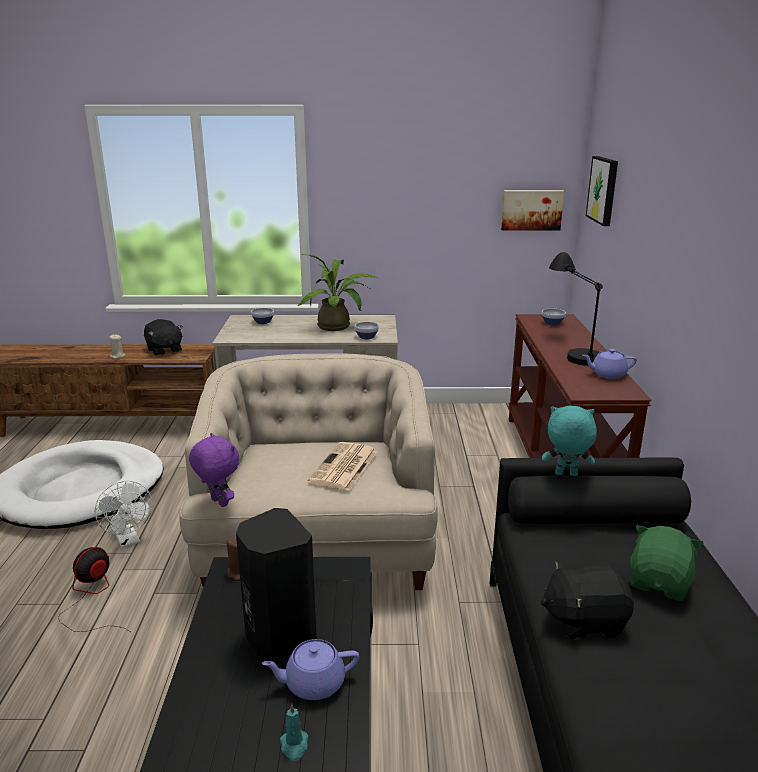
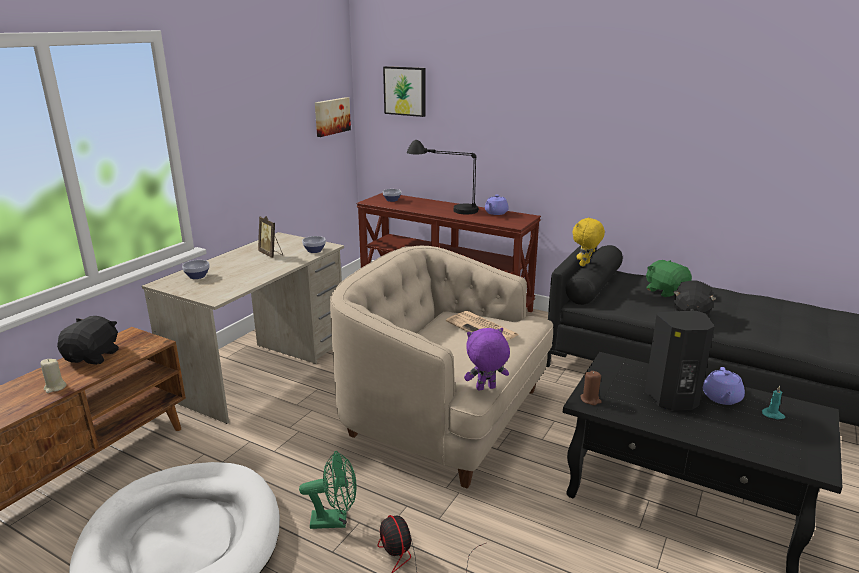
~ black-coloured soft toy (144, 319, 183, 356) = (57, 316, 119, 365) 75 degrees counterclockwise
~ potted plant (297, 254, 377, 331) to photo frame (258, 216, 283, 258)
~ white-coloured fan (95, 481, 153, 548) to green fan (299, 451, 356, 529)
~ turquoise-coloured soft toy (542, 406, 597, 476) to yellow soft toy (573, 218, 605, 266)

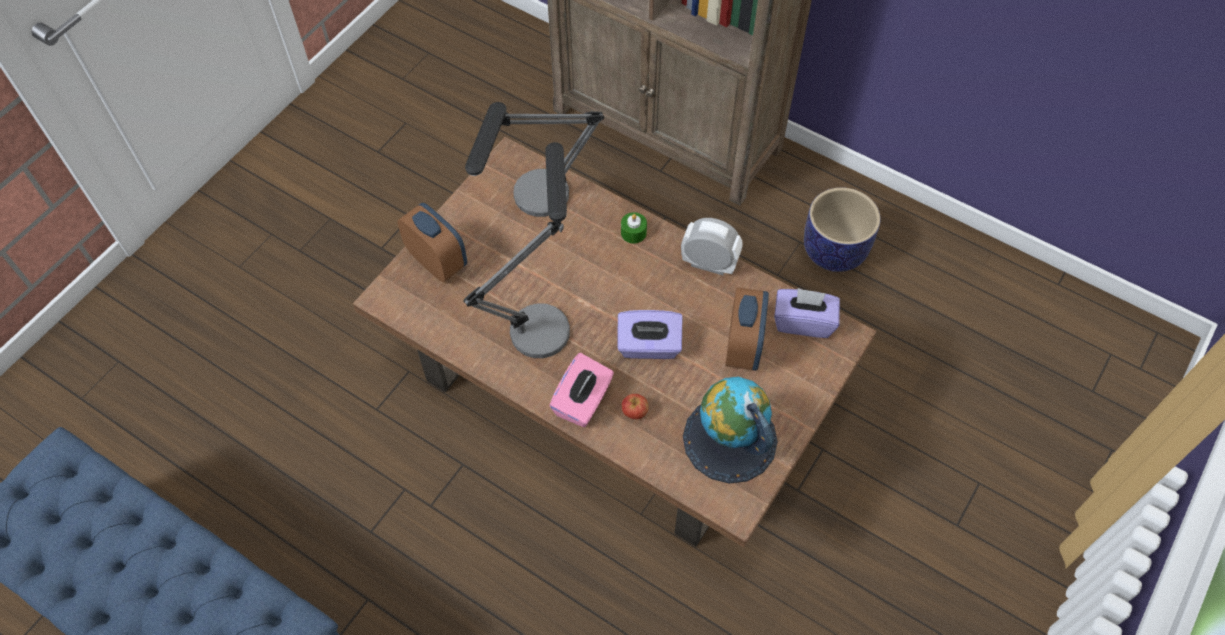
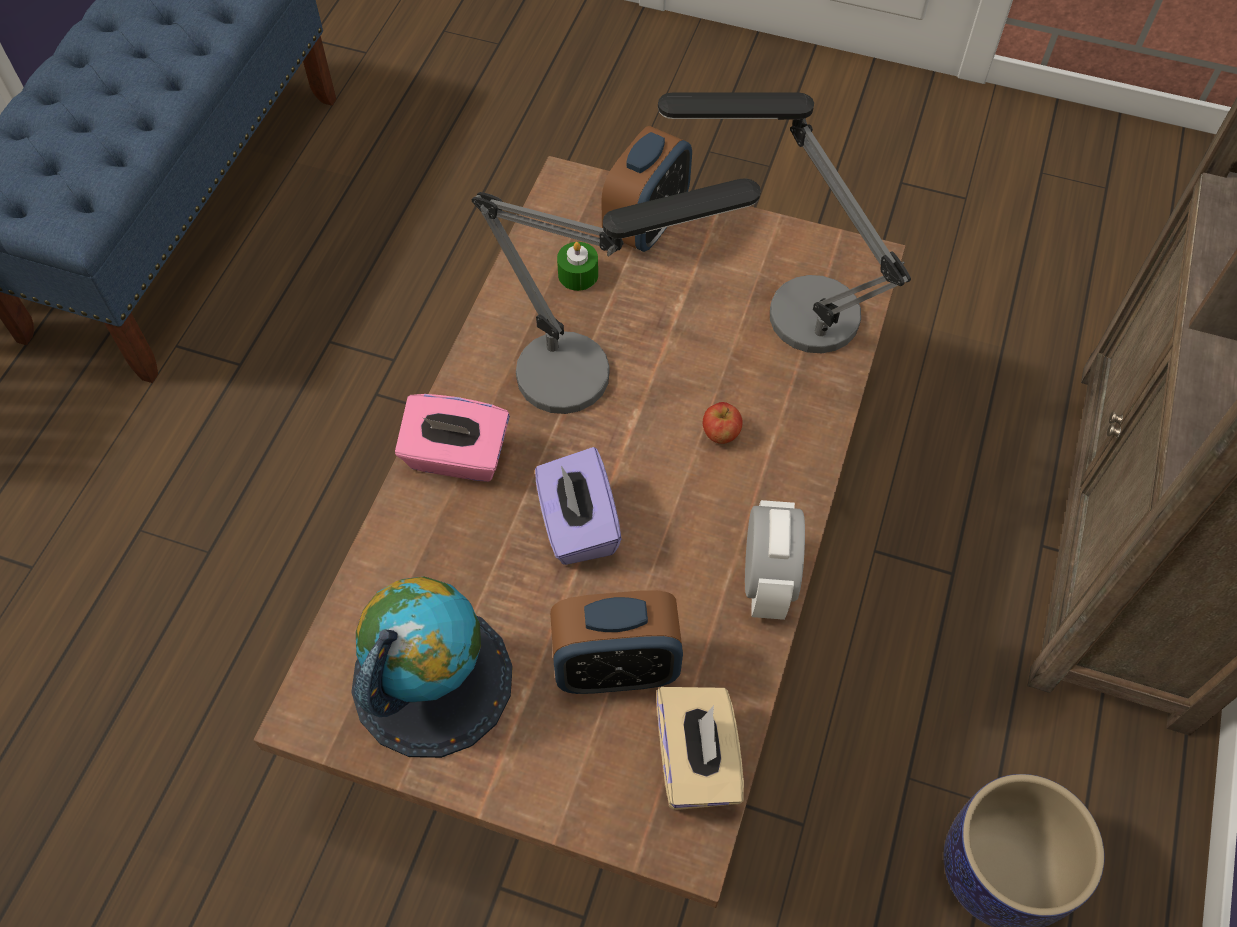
~ green candle (621, 212, 647, 244) to (557, 242, 598, 291)
~ purple-coloured tissue holder (774, 288, 840, 338) to beige tissue holder (656, 687, 744, 810)
~ apple (622, 394, 648, 419) to (703, 402, 743, 444)

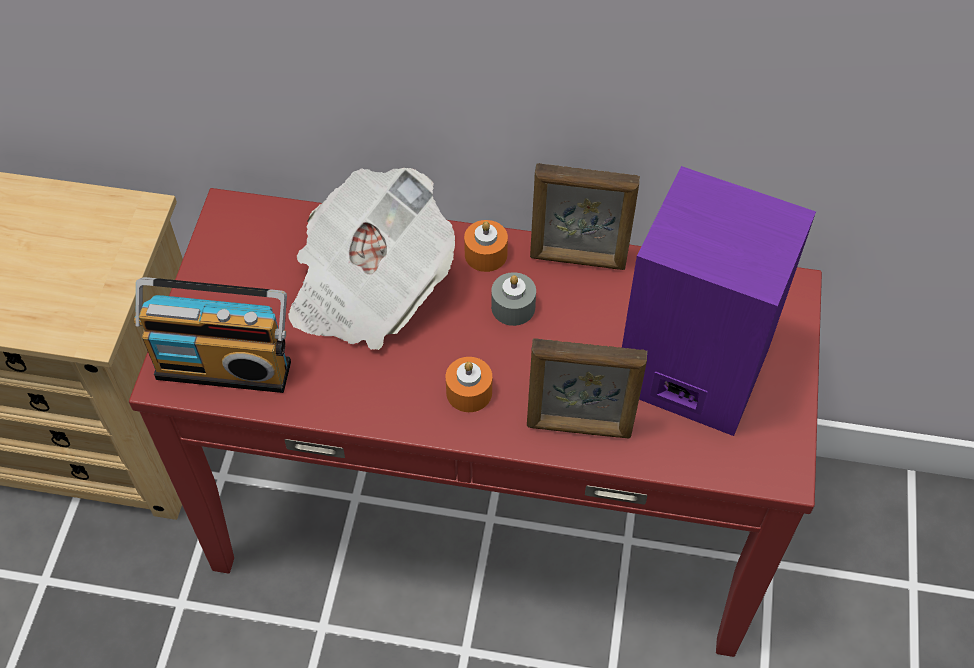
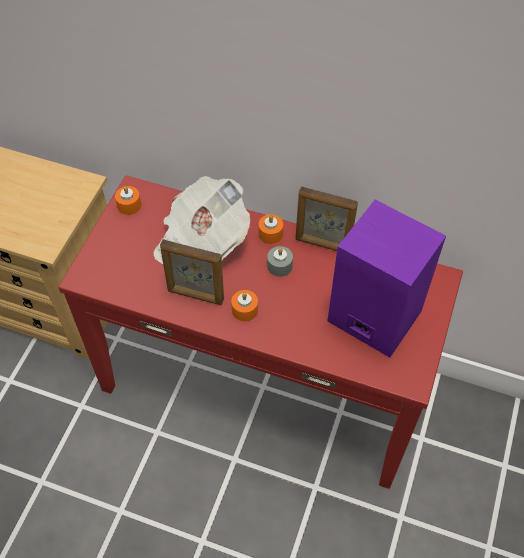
+ orange candle (115, 186, 141, 215)
~ photo frame (527, 338, 647, 438) to (160, 240, 224, 305)
- radio (134, 277, 291, 393)

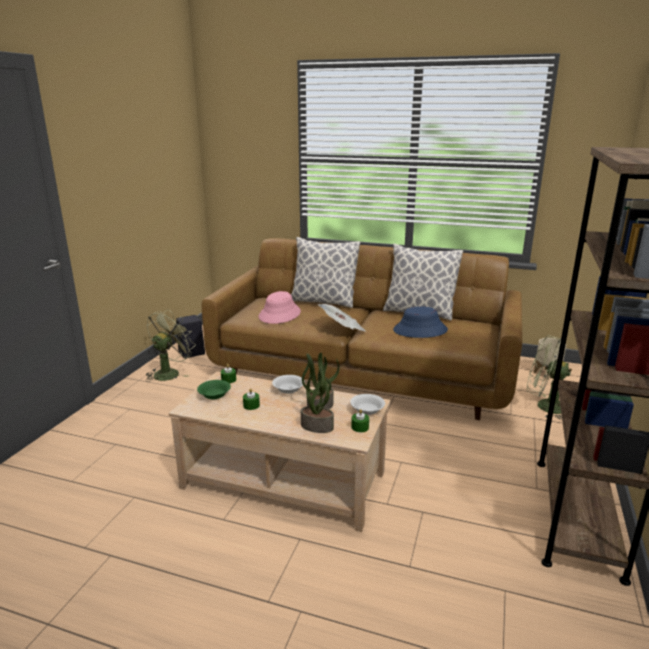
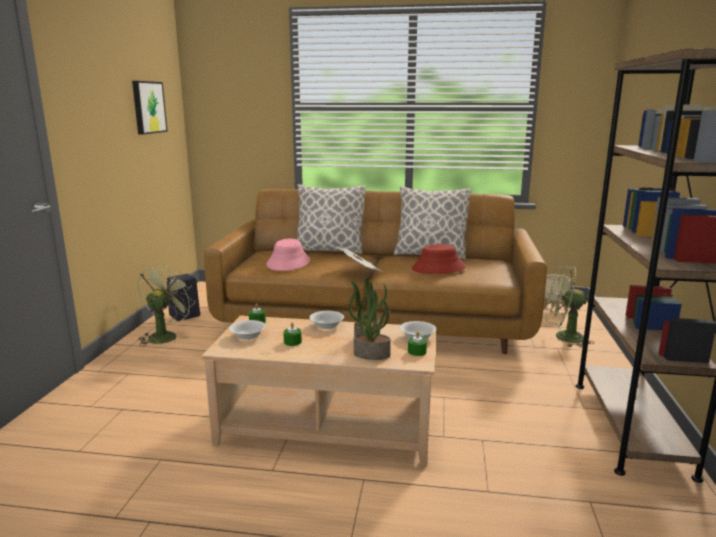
+ picture (132, 81, 168, 135)
~ green serving bowl (197, 380, 231, 399) to white-coloured serving bowl (229, 320, 266, 340)
~ blue clothing hat (393, 306, 448, 338) to reddish clothing hat (412, 244, 466, 274)

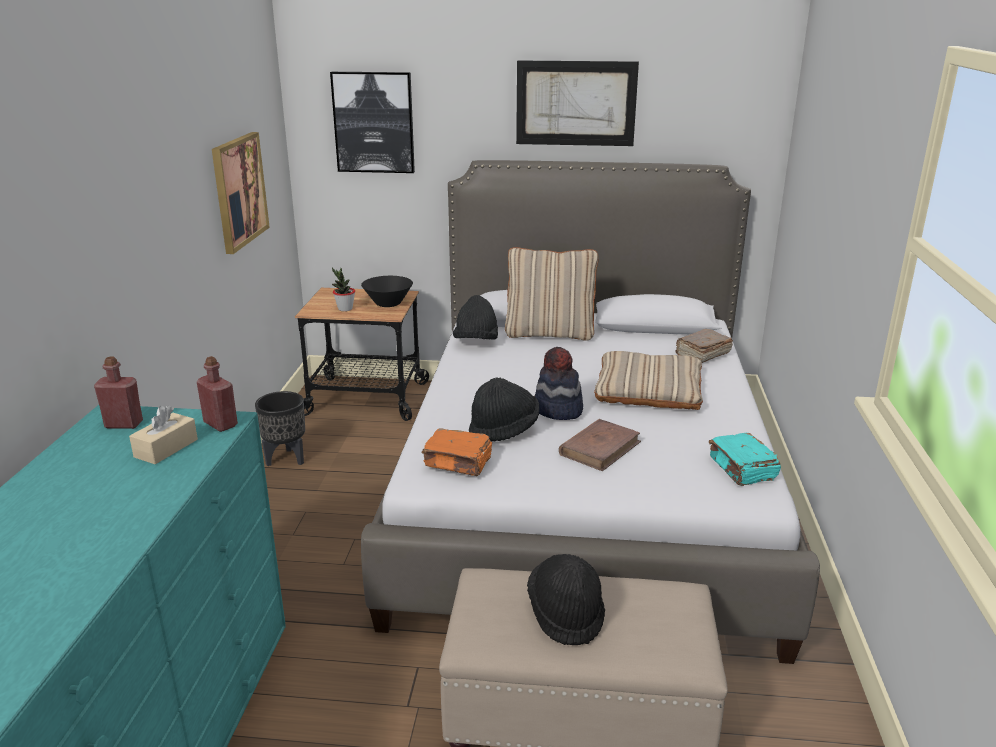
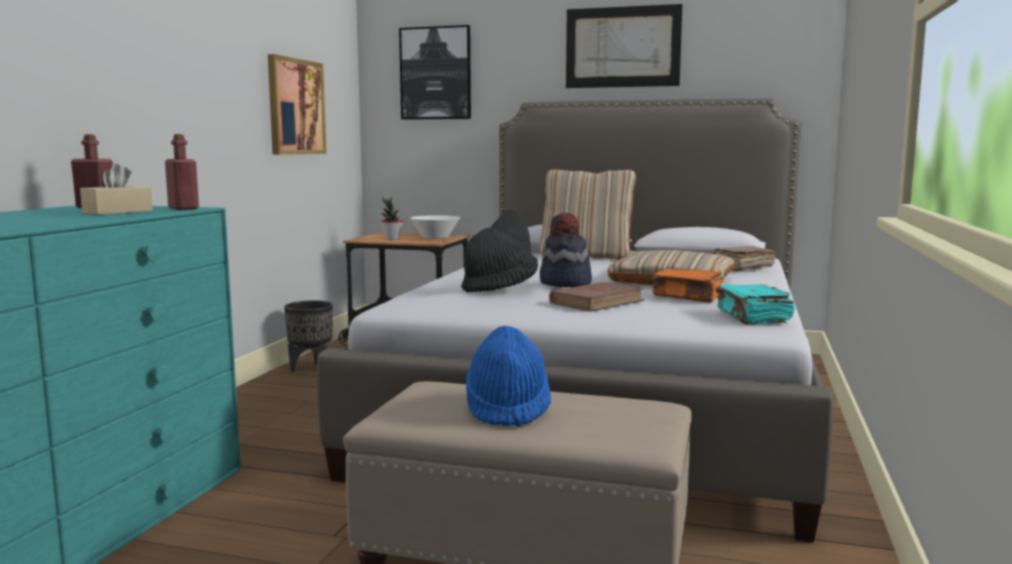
~ black-coloured serving bowl (361, 276, 413, 307) to white-coloured serving bowl (410, 215, 460, 239)
~ black-coloured clothing hat (527, 554, 605, 645) to blue clothing hat (466, 326, 551, 427)
~ orange book (422, 428, 492, 476) to (652, 269, 723, 303)

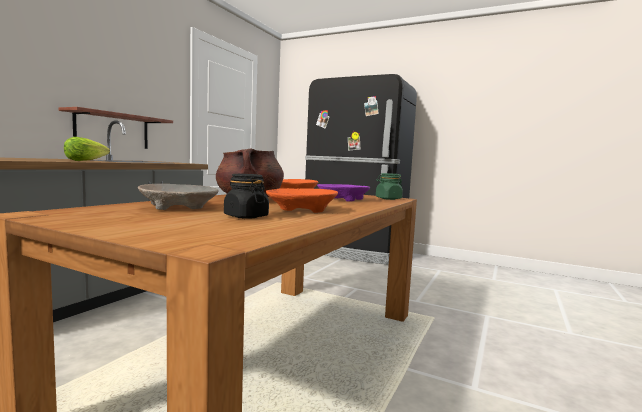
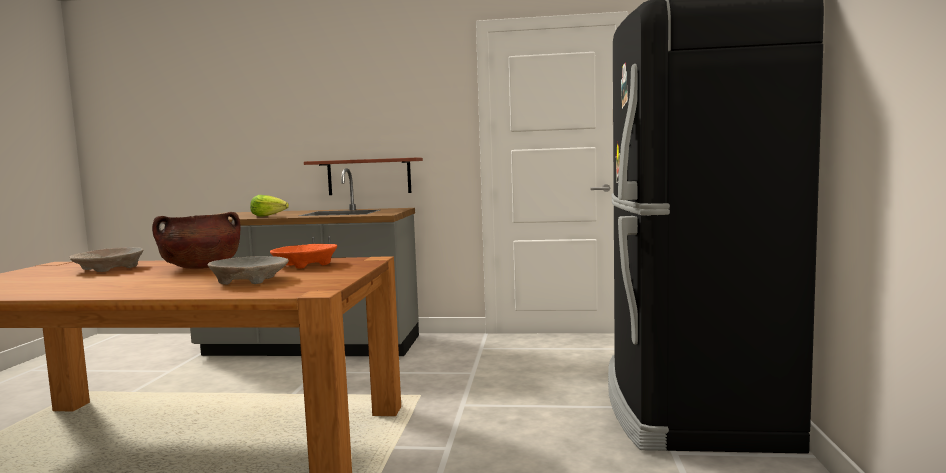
~ purple-coloured serving bowl (317, 184, 370, 201) to beige serving bowl (208, 256, 289, 285)
- black-coloured preserve jar (224, 174, 269, 219)
- orange serving bowl (266, 188, 338, 213)
- green preserve jar (376, 173, 403, 200)

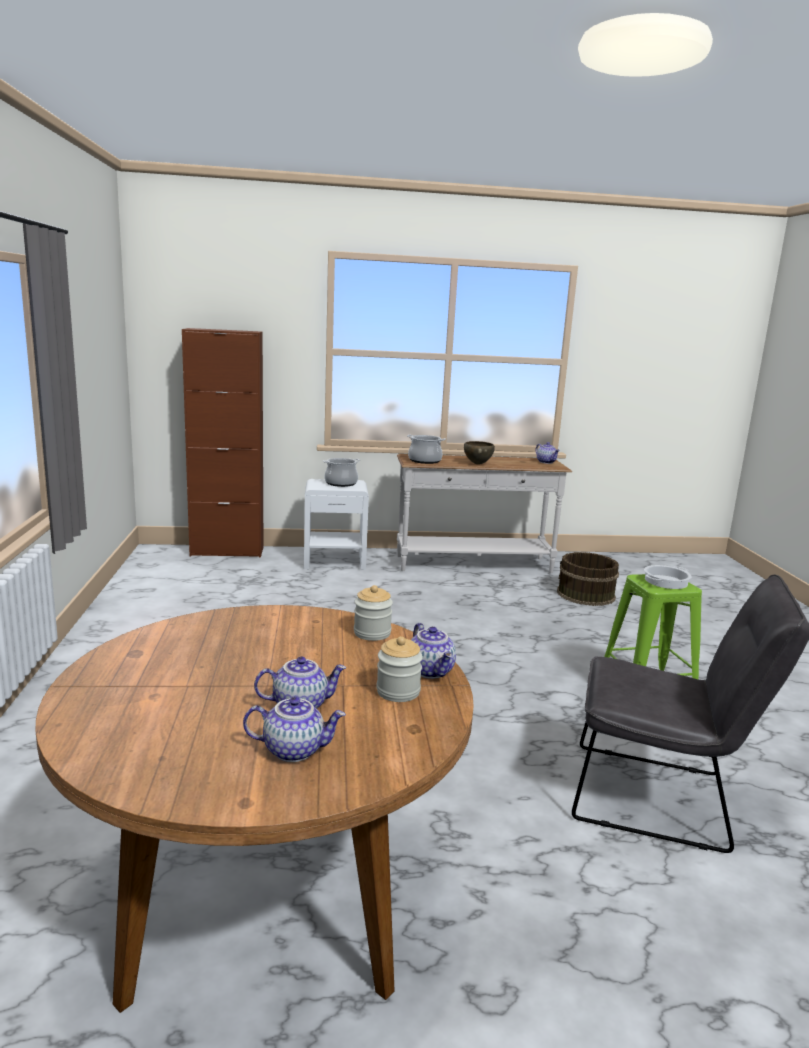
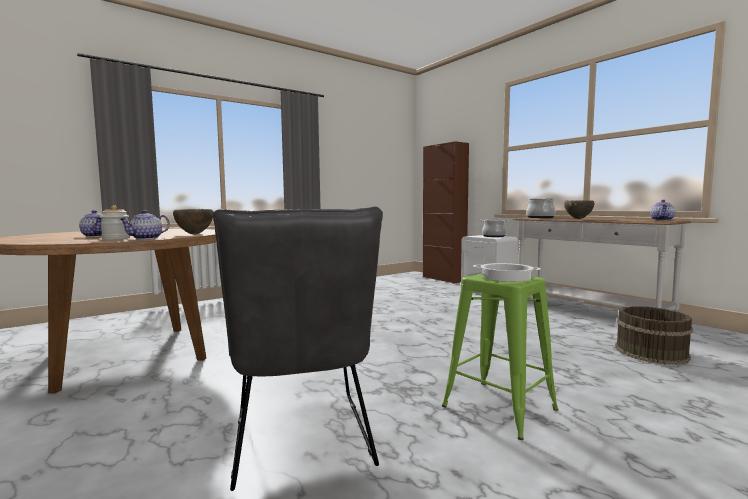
~ preserve jar (354, 585, 393, 641) to brownish serving bowl (173, 209, 213, 234)
- pot for tea (243, 697, 346, 762)

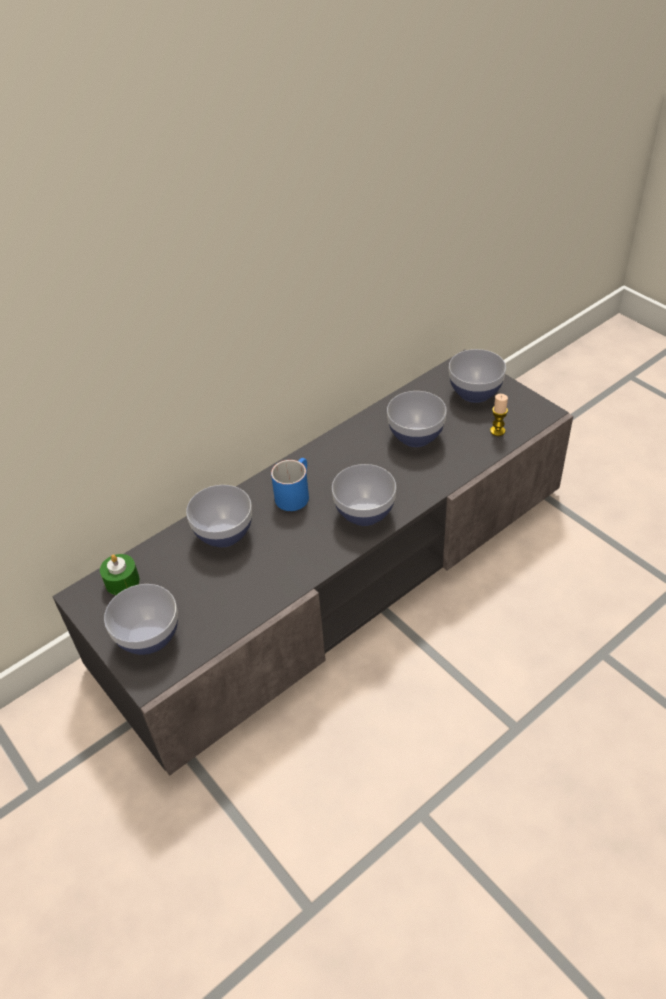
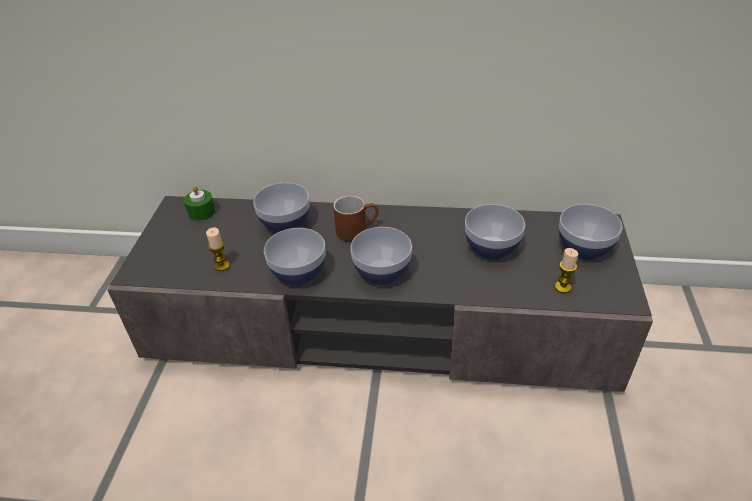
+ candle (206, 228, 229, 271)
~ serving bowl (104, 584, 178, 655) to (264, 228, 326, 285)
~ blue mug (271, 458, 309, 511) to brownish mug (333, 195, 379, 242)

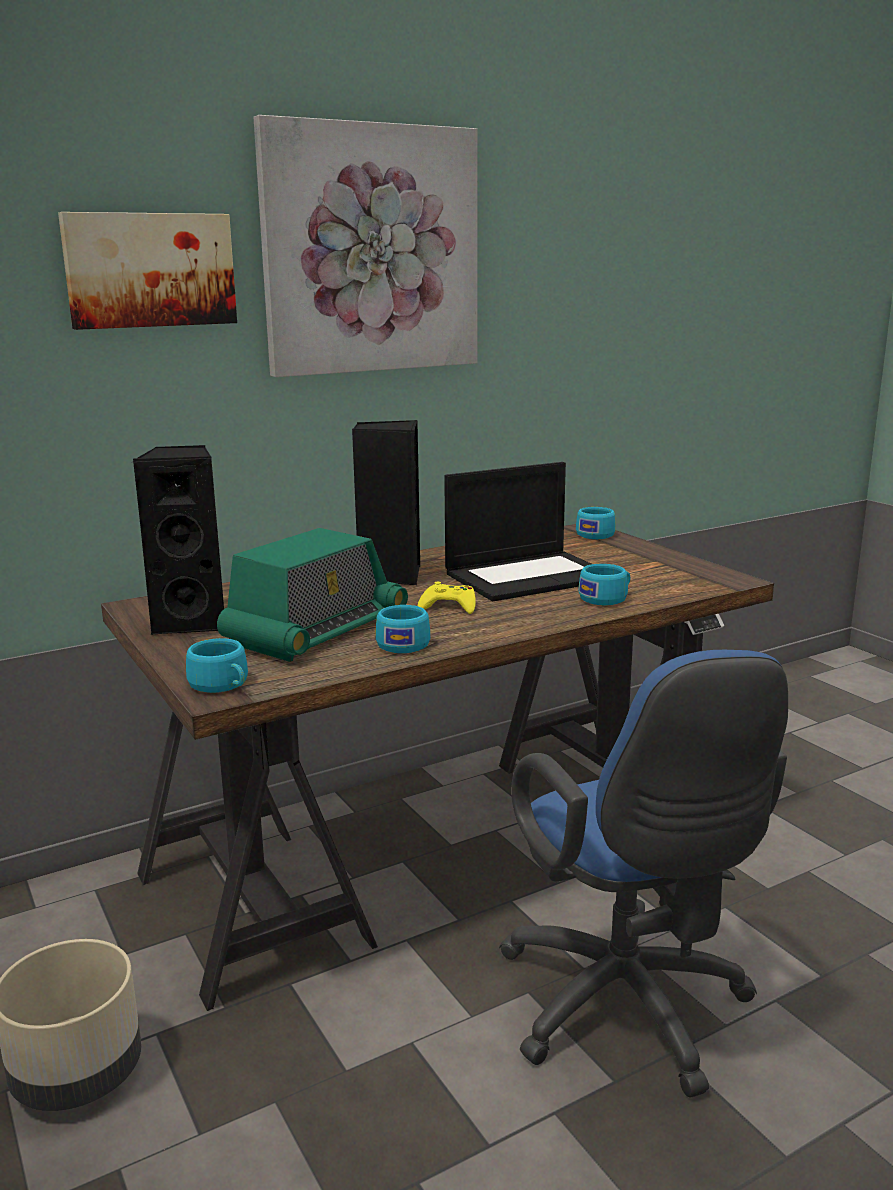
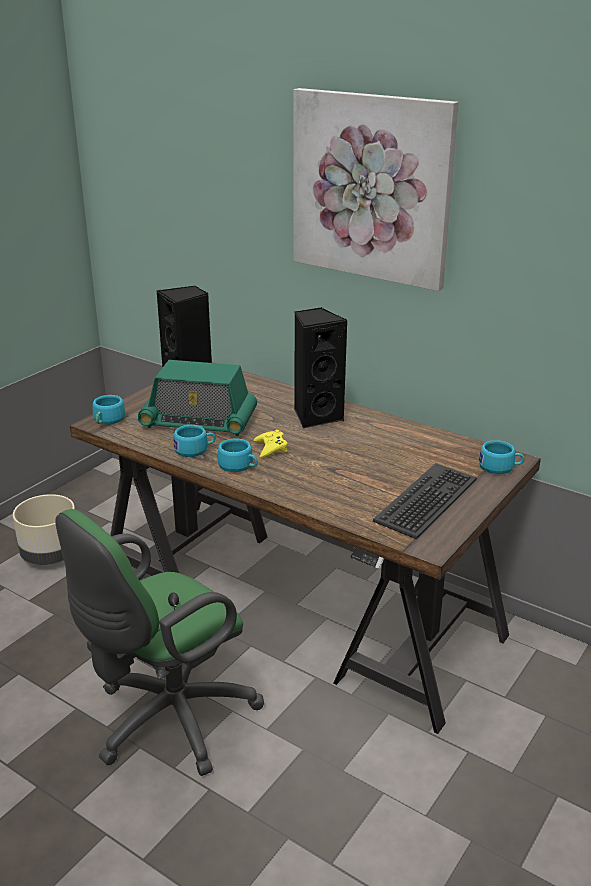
~ blue office chair (499, 650, 788, 1097) to green office chair (55, 509, 264, 776)
~ turquoise-coloured drinking cup (579, 564, 630, 605) to (218, 438, 258, 472)
+ PC keyboard (373, 463, 477, 539)
- picture (58, 212, 237, 330)
- portable computer (444, 462, 591, 601)

